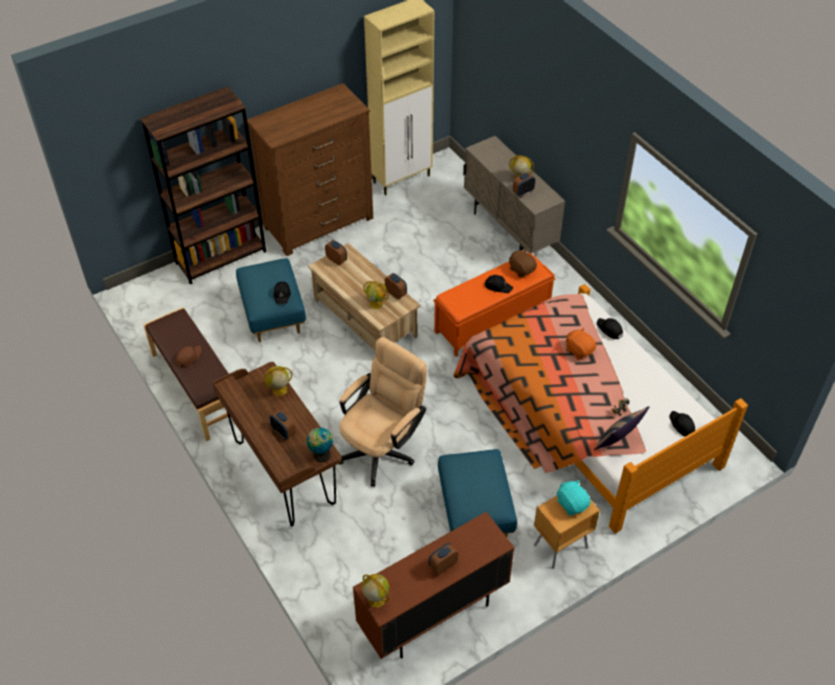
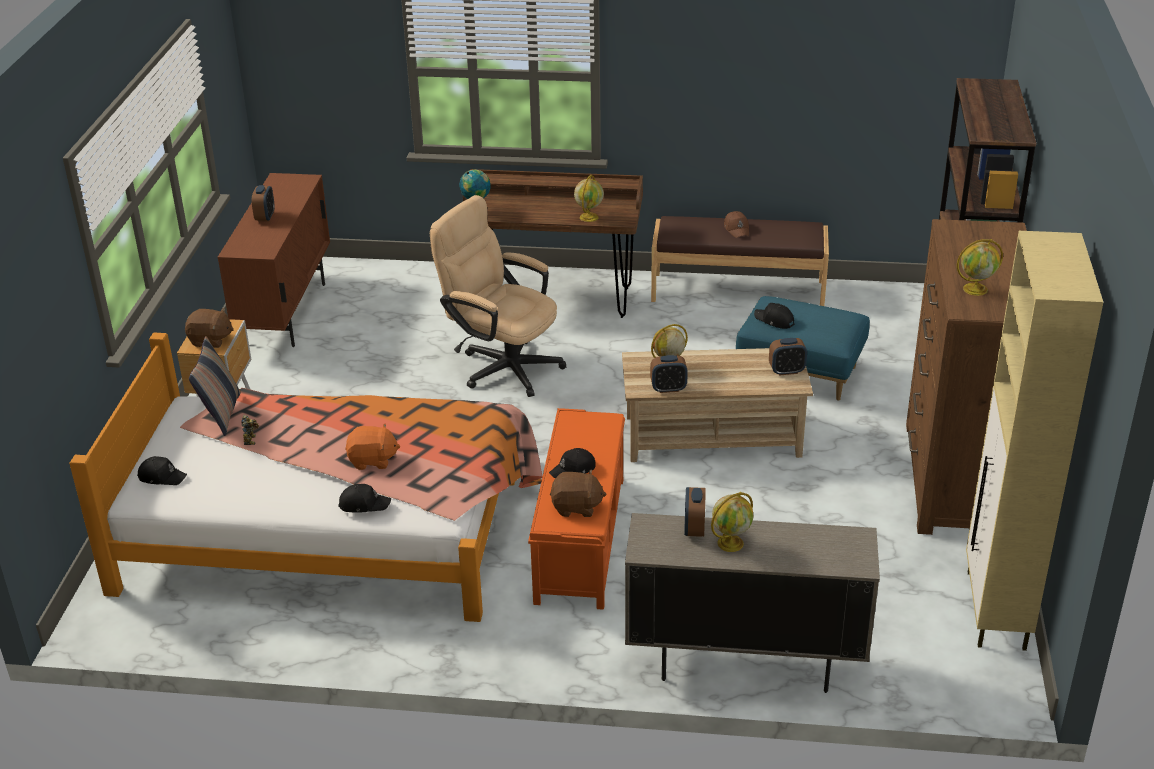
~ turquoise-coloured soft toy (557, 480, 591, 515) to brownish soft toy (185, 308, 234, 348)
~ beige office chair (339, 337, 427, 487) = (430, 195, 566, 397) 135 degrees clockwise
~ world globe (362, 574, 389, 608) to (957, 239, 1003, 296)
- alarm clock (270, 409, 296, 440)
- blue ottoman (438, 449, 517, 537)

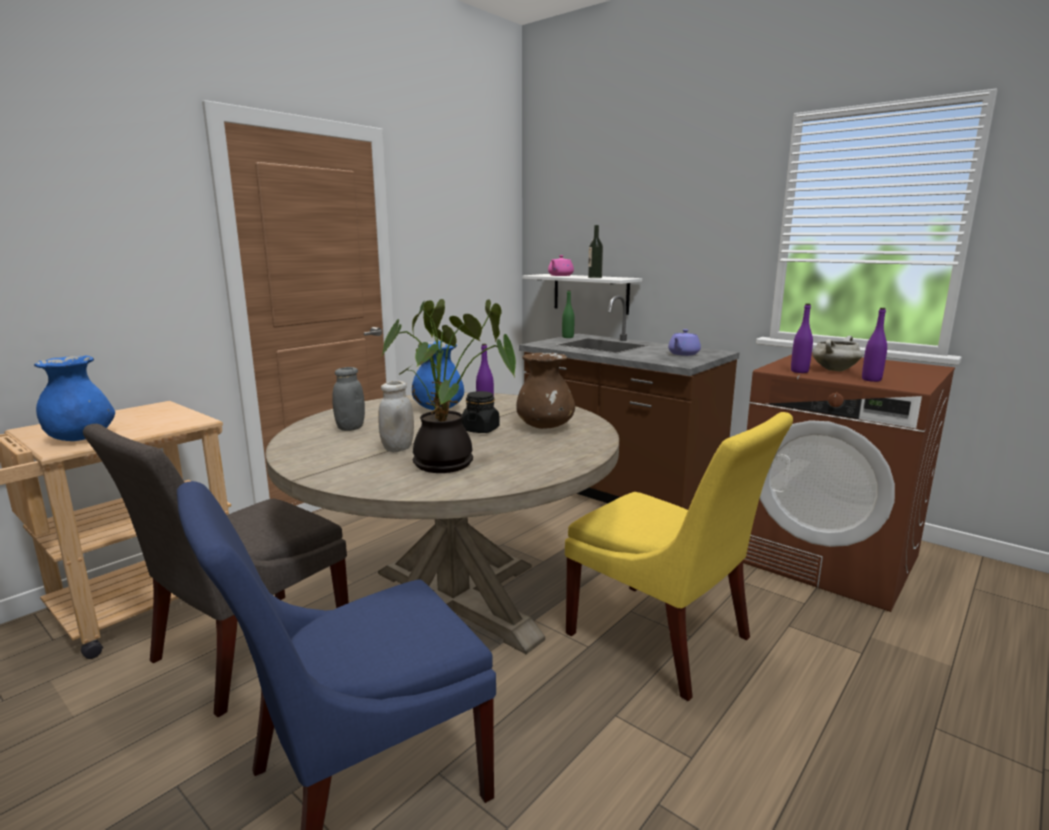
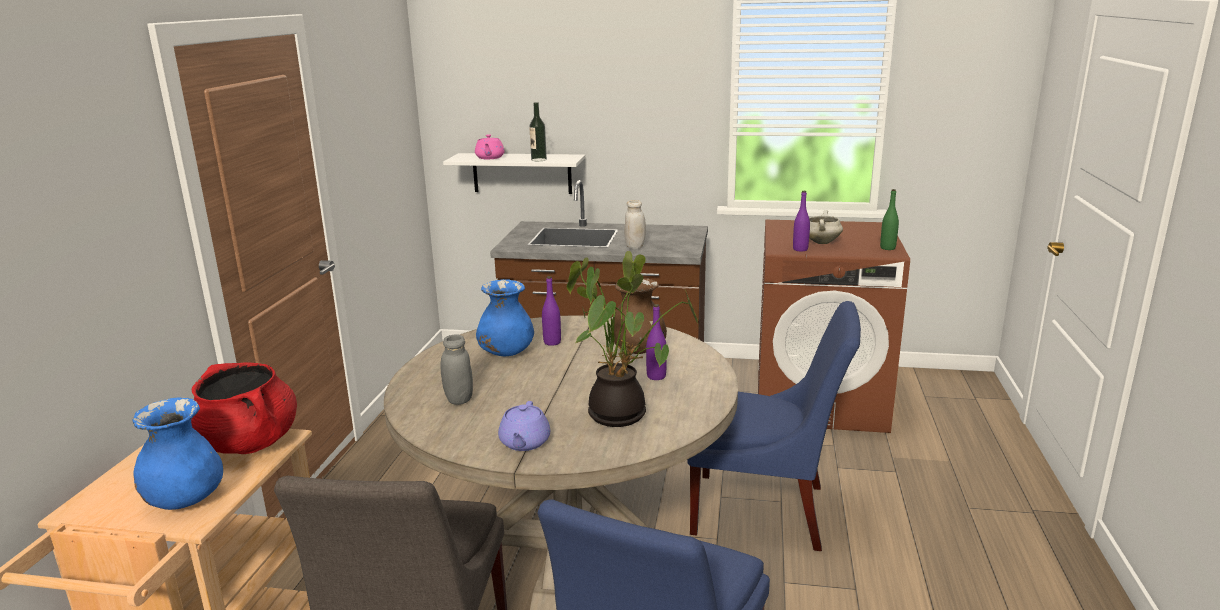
+ reddish saucepot (191, 362, 297, 454)
~ purple-coloured pot for tea (668, 329, 701, 356) to (498, 401, 550, 451)
~ white-coloured preserve jar (378, 381, 414, 452) to (624, 200, 646, 249)
~ purple-coloured beverage bottle (862, 308, 887, 382) to (646, 304, 667, 380)
~ yellow upright chair (565, 412, 793, 701) to blue upright chair (688, 301, 861, 551)
~ green beverage bottle (562, 290, 575, 338) to (880, 189, 899, 250)
- black-coloured preserve jar (462, 391, 500, 433)

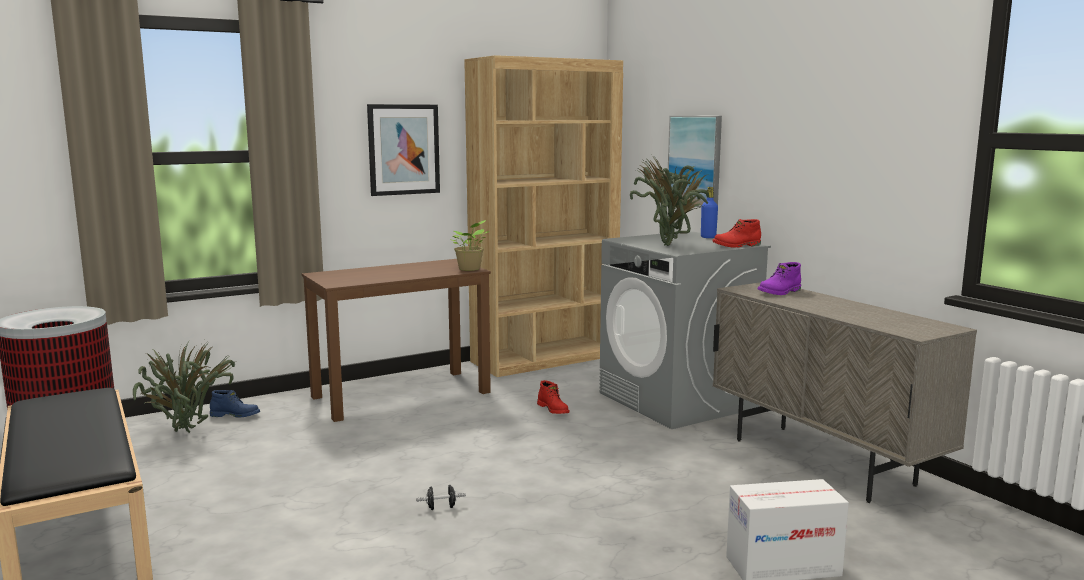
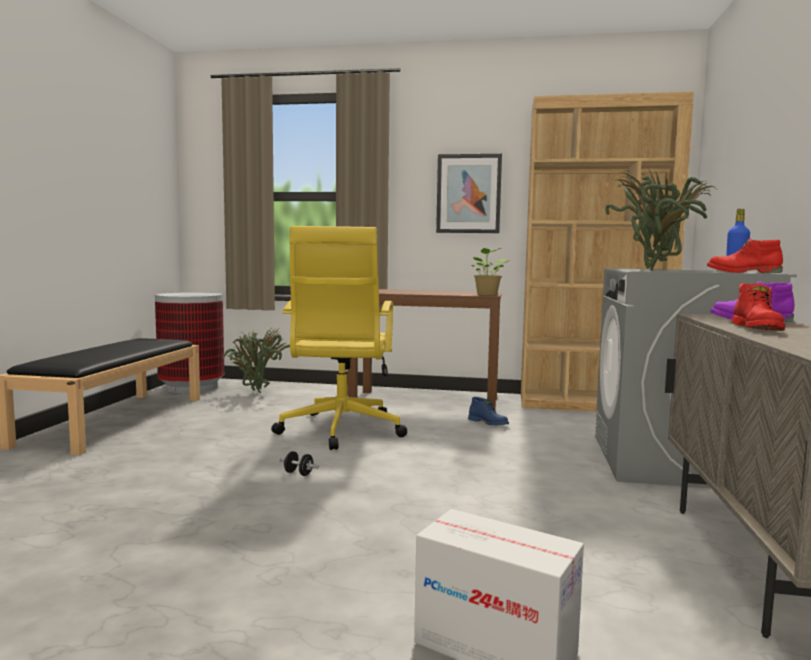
+ yellow office chair (271, 226, 407, 450)
~ blue boot (210, 390, 260, 418) to (468, 397, 509, 425)
~ reddish boot (537, 380, 569, 414) to (731, 283, 786, 331)
- picture (668, 116, 722, 207)

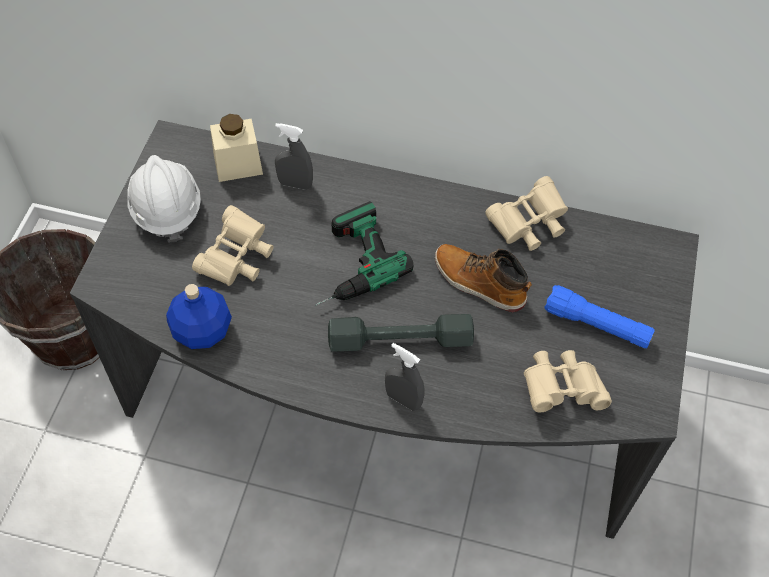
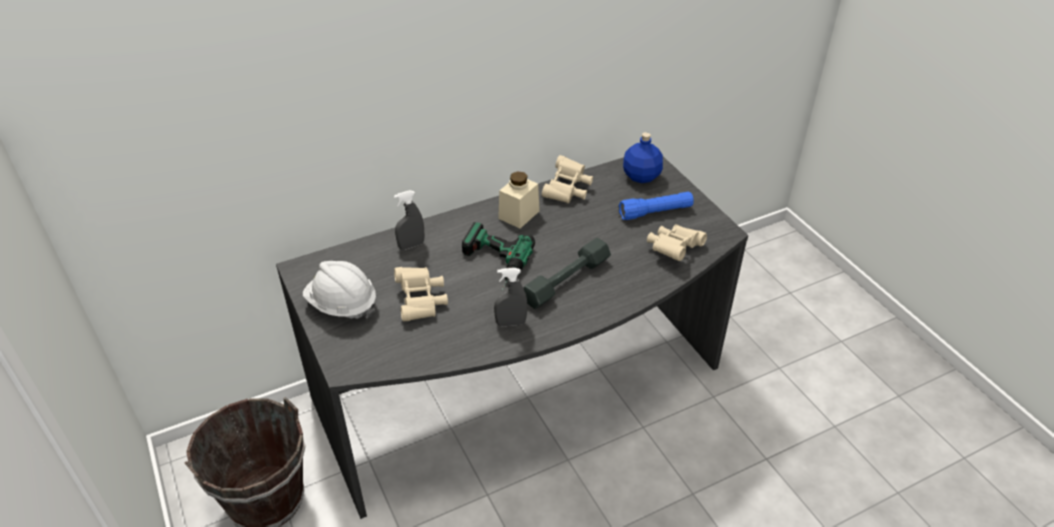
~ grey hand sprayer (385, 343, 424, 411) to (494, 268, 528, 327)
~ beige preserve jar (210, 114, 263, 182) to (498, 171, 540, 228)
~ blue beverage bottle (166, 284, 232, 349) to (623, 132, 663, 183)
- boot (435, 244, 532, 312)

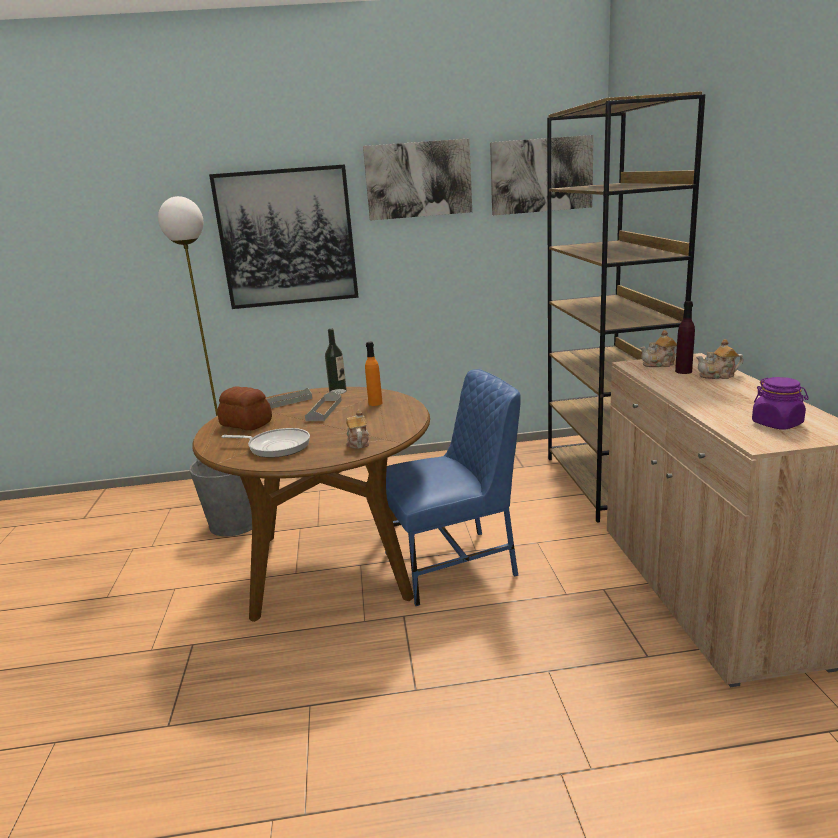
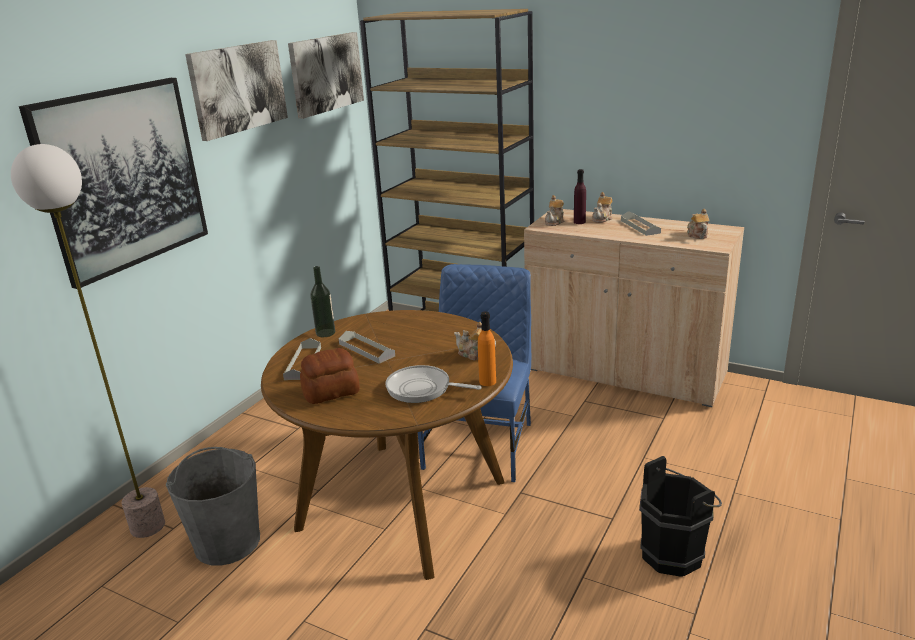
~ frying pan (221, 428, 310, 458) = (385, 365, 482, 403) 120 degrees counterclockwise
~ orange beverage bottle (365, 342, 383, 406) to (478, 311, 496, 386)
+ grey serving tray (621, 211, 661, 236)
+ black-coloured pail (639, 456, 722, 577)
~ purple-coloured preserve jar (752, 377, 809, 430) to pot for tea (687, 209, 710, 239)

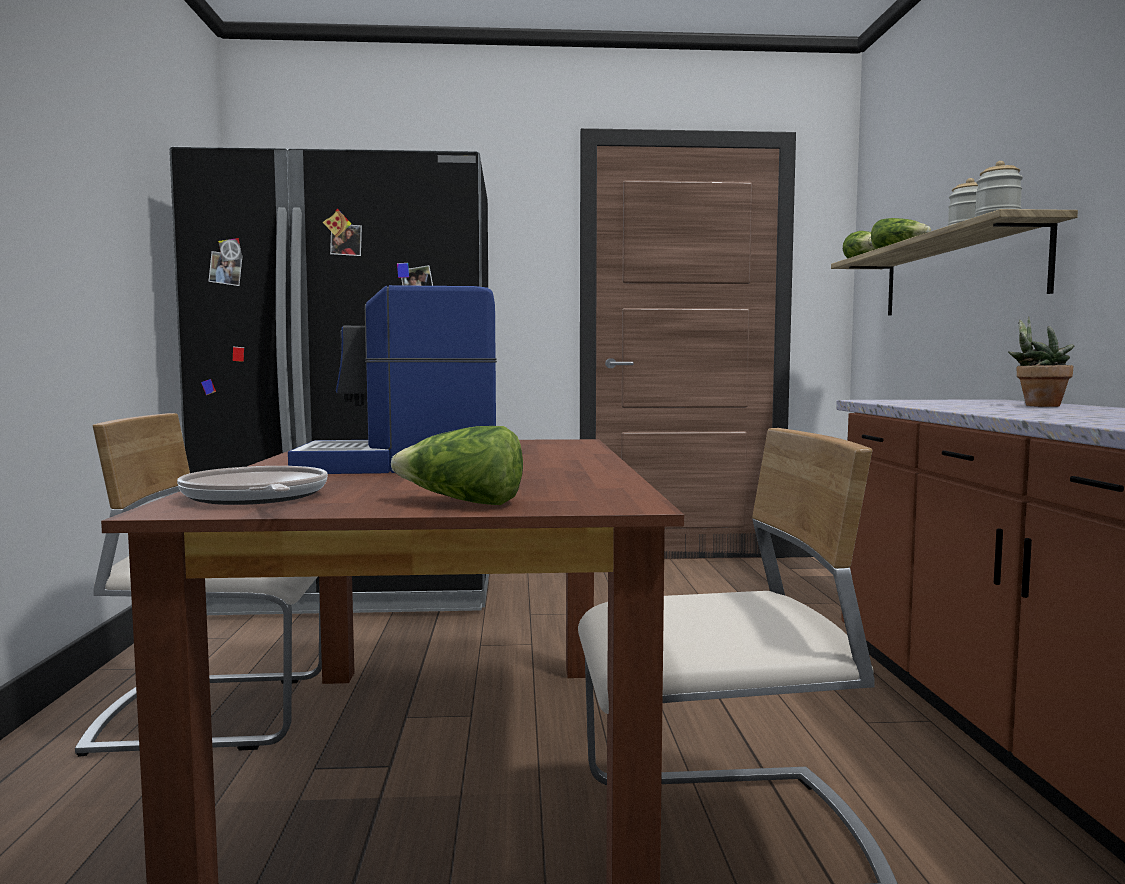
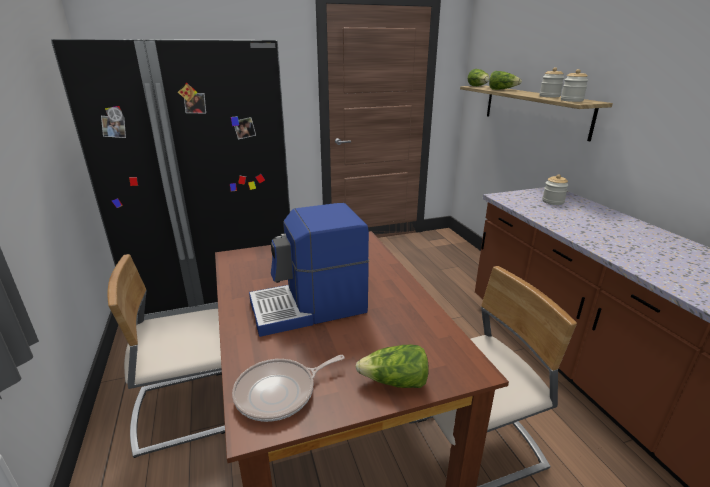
~ frying pan (177, 466, 328, 505) = (232, 355, 345, 422) 75 degrees counterclockwise
+ preserve jar (542, 174, 569, 205)
- potted plant (1008, 316, 1074, 407)

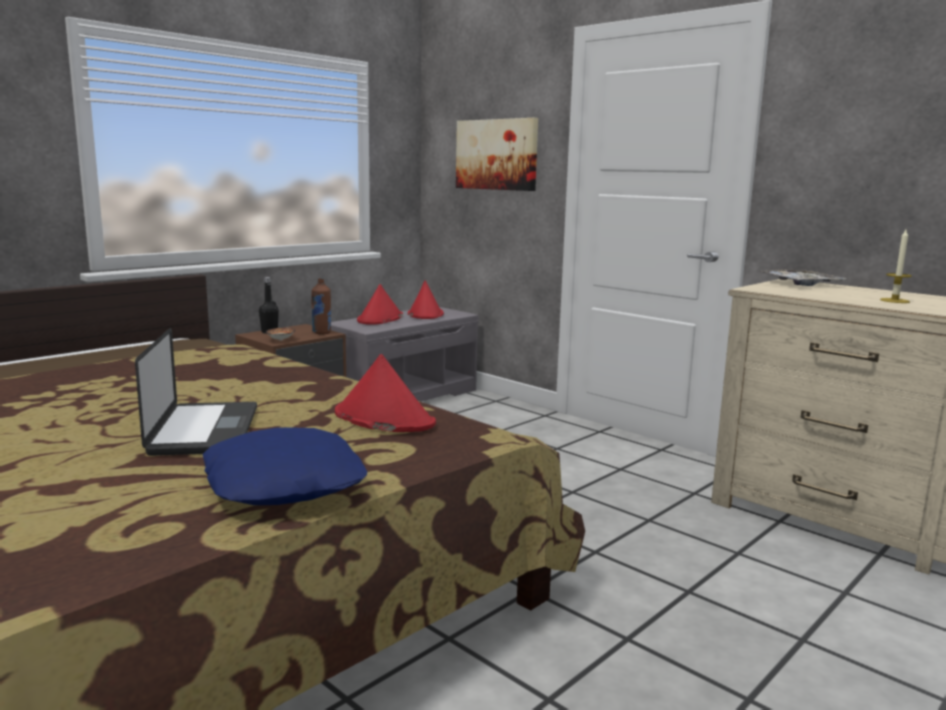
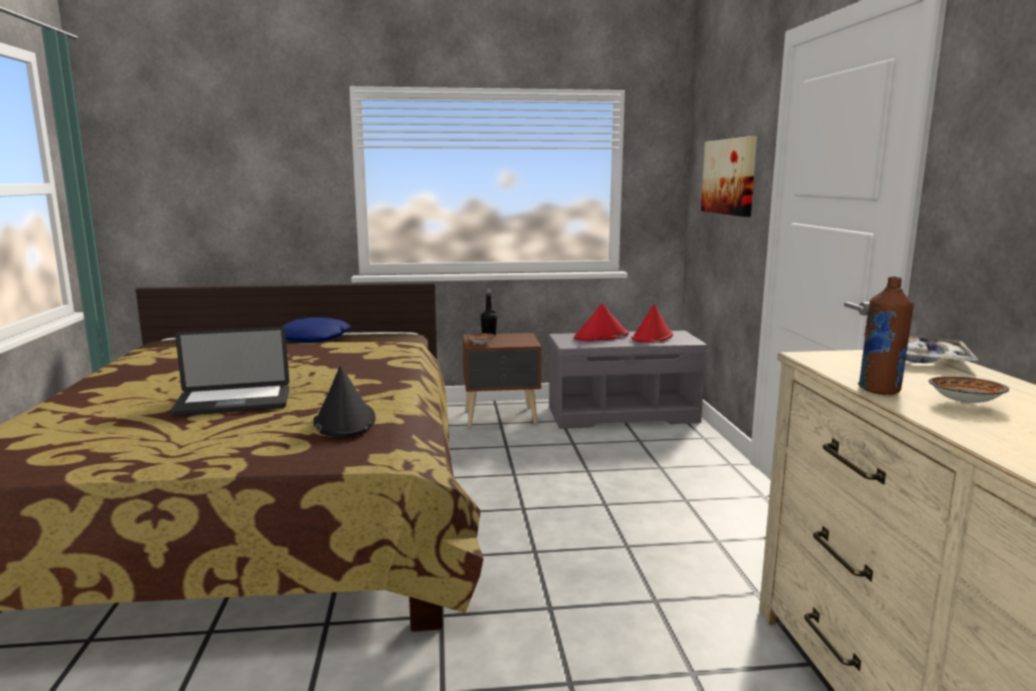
~ portable computer (135, 328, 257, 456) = (170, 327, 289, 416) 45 degrees clockwise
~ blue cushion (202, 427, 367, 505) to (281, 317, 352, 343)
~ reddish clothing hat (335, 354, 436, 432) to black-coloured clothing hat (313, 366, 376, 438)
~ brownish beverage bottle (311, 278, 331, 334) to (858, 277, 914, 395)
~ candle (880, 230, 912, 303) to serving bowl (929, 376, 1009, 404)

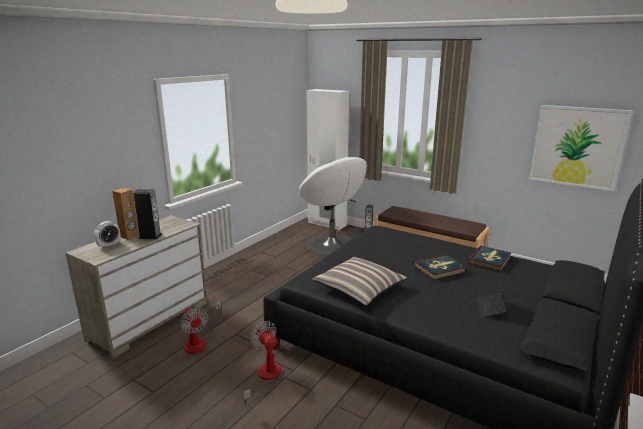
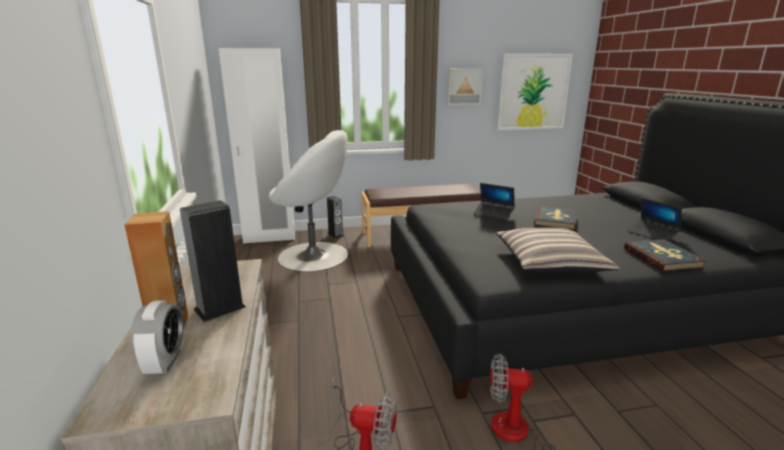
+ picture (447, 68, 483, 105)
+ portable computer (473, 183, 515, 221)
~ book (468, 246, 511, 272) to (624, 239, 707, 272)

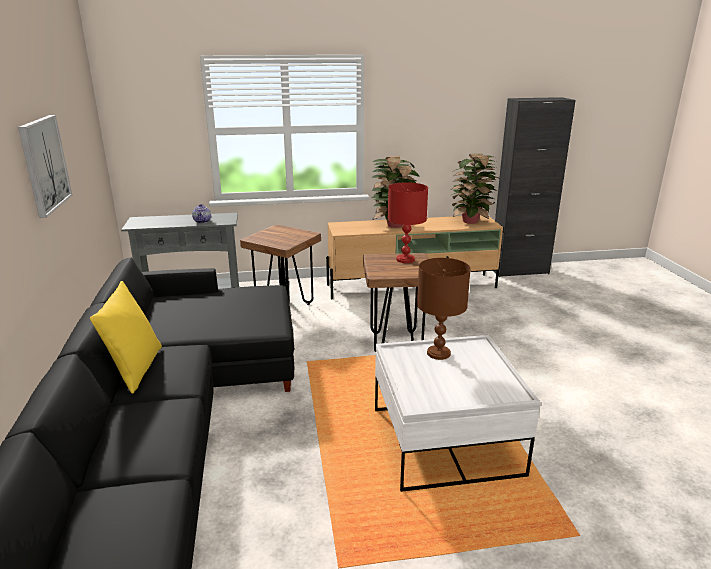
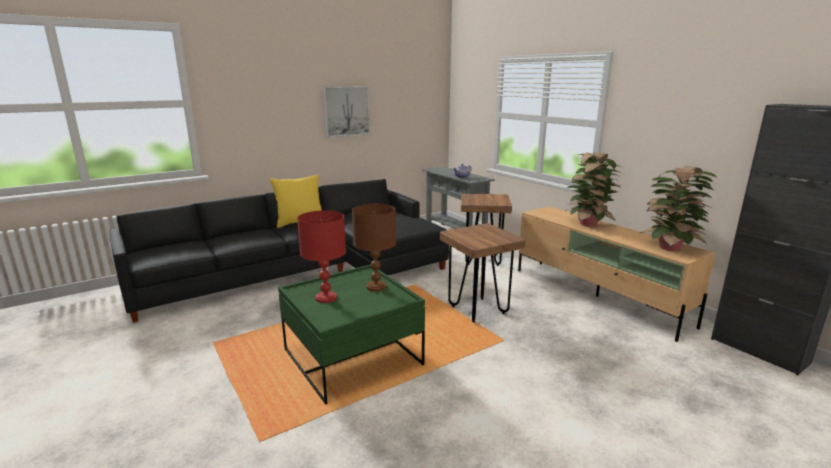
~ white-coloured lounge table (375, 335, 541, 492) to green lounge table (278, 264, 425, 405)
~ reddish table lamp (387, 182, 428, 263) to (297, 210, 346, 303)

